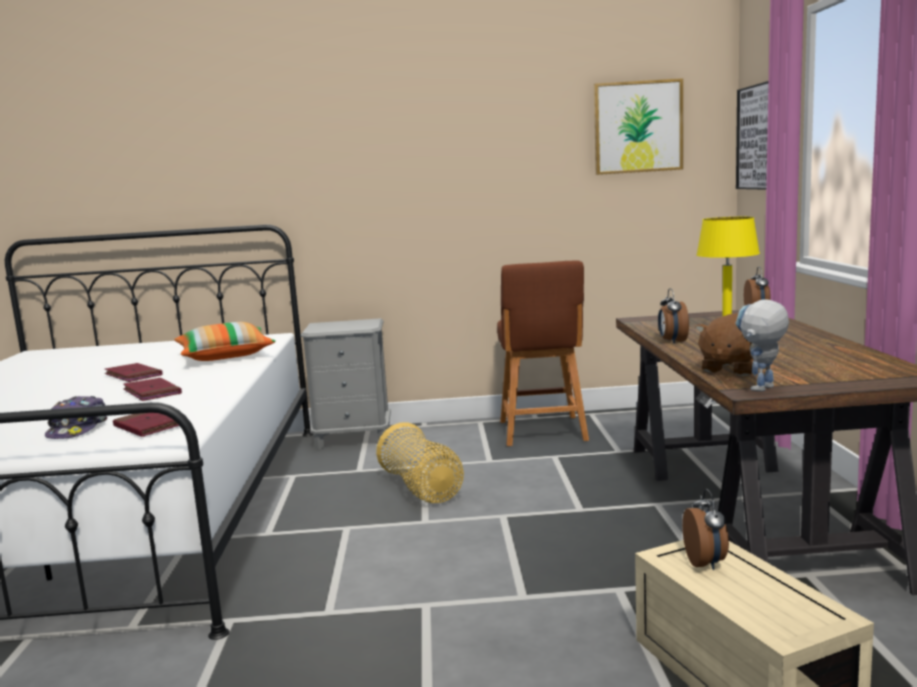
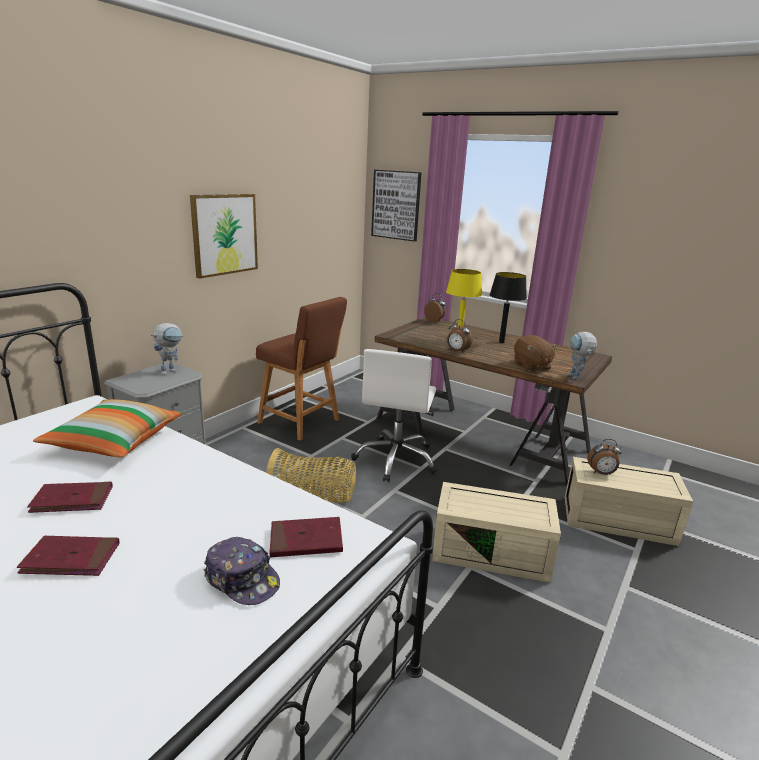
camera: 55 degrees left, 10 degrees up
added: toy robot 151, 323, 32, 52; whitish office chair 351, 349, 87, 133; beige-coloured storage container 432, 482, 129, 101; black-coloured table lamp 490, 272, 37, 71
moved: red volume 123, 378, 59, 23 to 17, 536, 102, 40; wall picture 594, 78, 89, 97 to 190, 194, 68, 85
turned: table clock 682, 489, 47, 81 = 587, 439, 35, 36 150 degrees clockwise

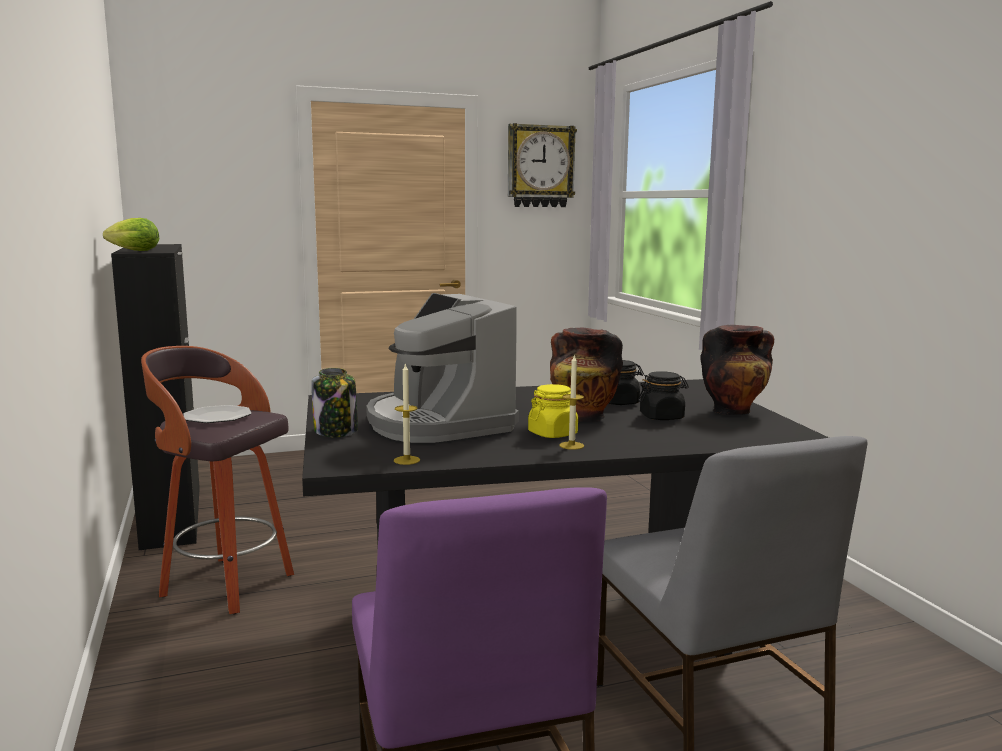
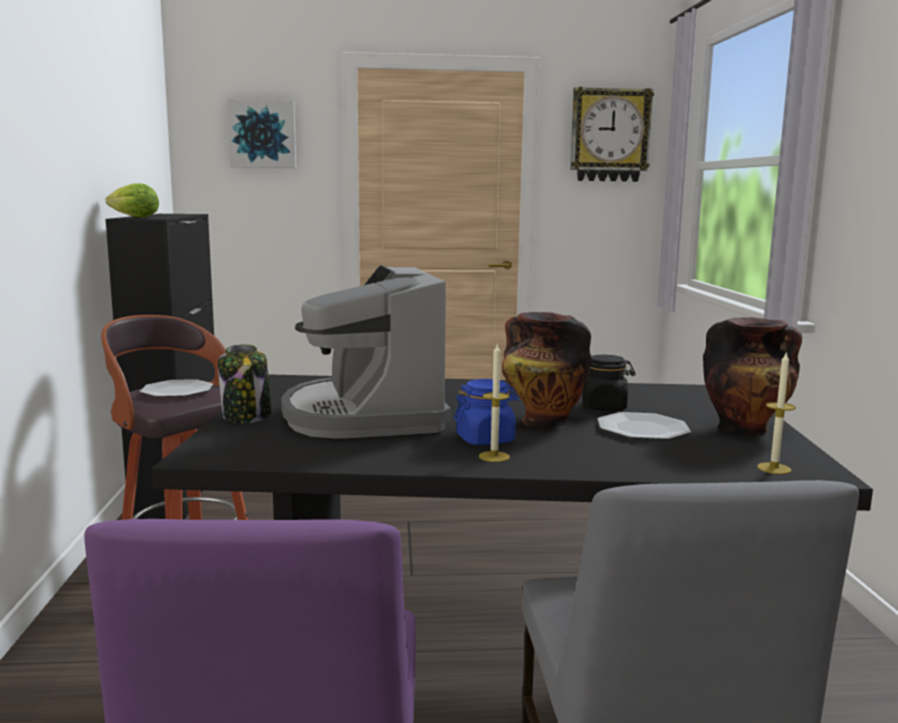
camera: 15 degrees right, 0 degrees up
added: wall picture 227, 99, 69, 69
moved: wax light 394, 363, 26, 102 to 757, 351, 39, 123
replaced: black-coloured storage jar 638, 371, 51, 49 to dinner plate 598, 412, 93, 28
recoloured: yellowish storage jar 528, 384, 50, 54 to blue storage jar 454, 379, 65, 66

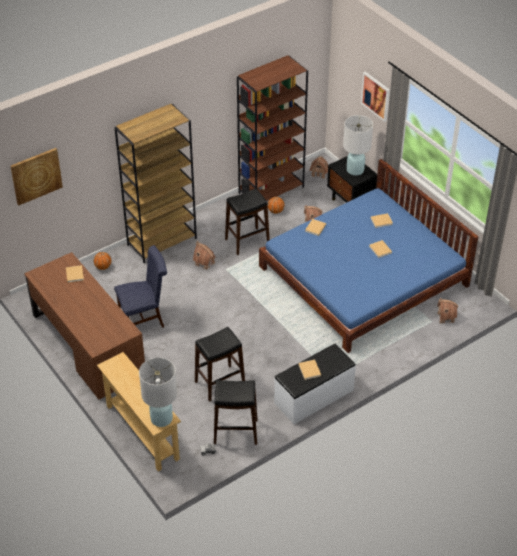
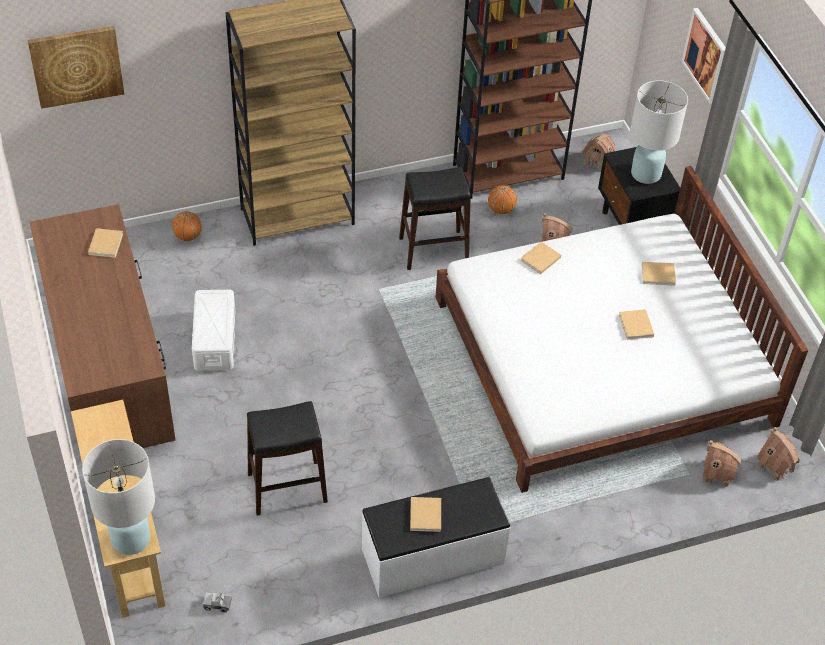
camera: 15 degrees right, 5 degrees up
removed: black-coloured sitting stool 214, 380, 44, 65
moved: toy house 193, 241, 23, 29 to 756, 427, 43, 54
replaced: blue plain chair 114, 245, 53, 82 to whitish storage container 192, 290, 43, 81
recoloured: blue bedroom bed 259, 159, 219, 194 to whitish bedroom bed 435, 166, 373, 327

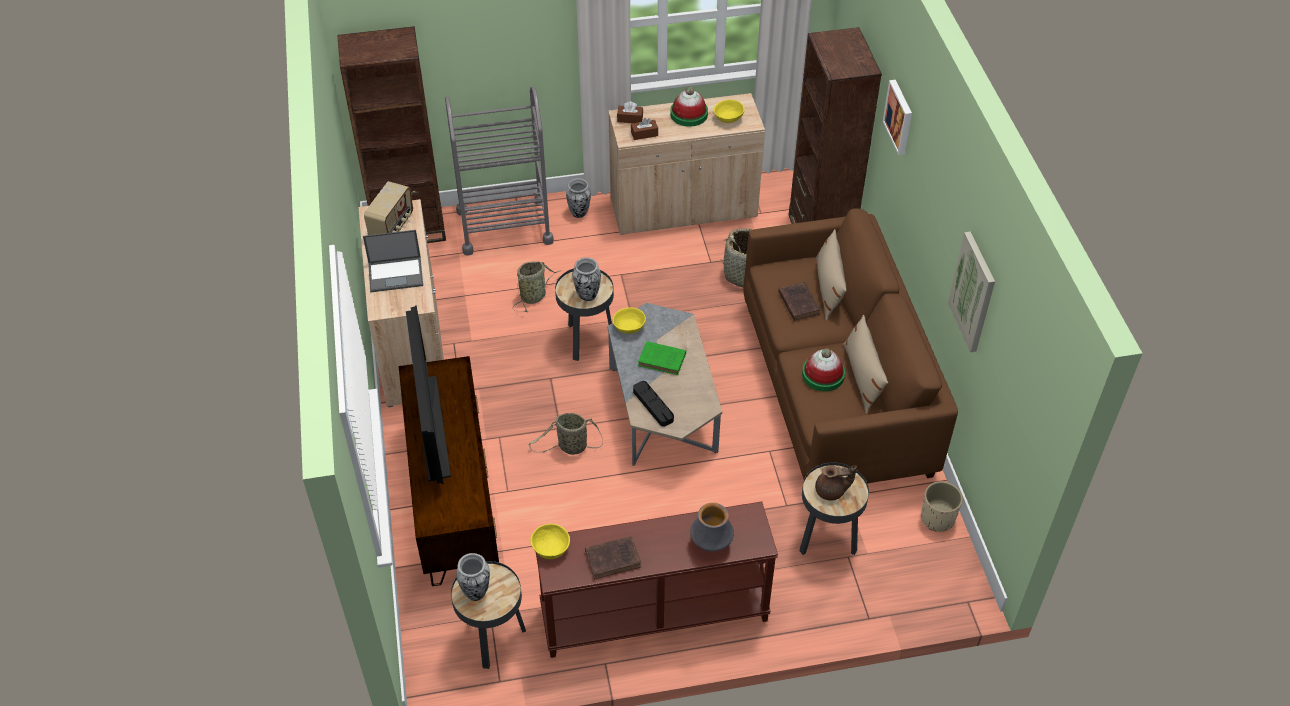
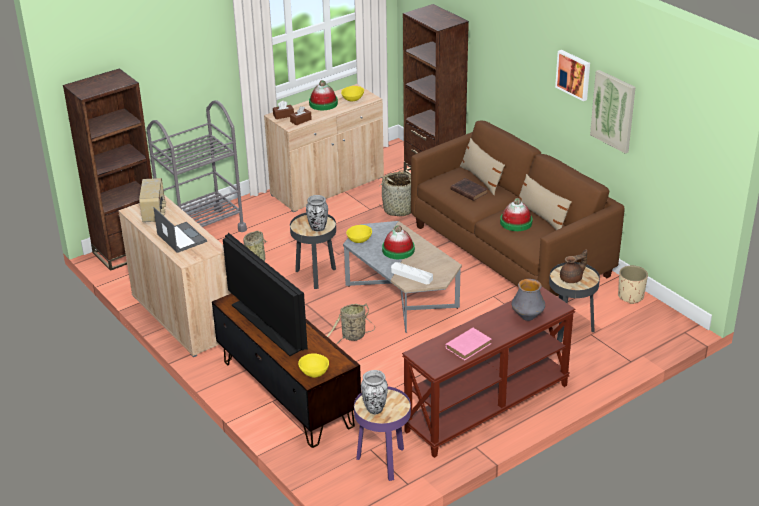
camera: 25 degrees left, 15 degrees down
removed: flower vase 566, 178, 25, 40
moved: yellowish bowl 530, 524, 40, 35 to 298, 353, 31, 25; wall picture 883, 80, 29, 75 to 555, 50, 35, 51
replaced: green volume 638, 341, 48, 34 to clothing hat 382, 225, 33, 34
recoloured: black-coloured end table 451, 561, 75, 108 to purple-coloured end table 354, 387, 57, 94; brown-coloured volume 585, 536, 56, 43 to pink-coloured volume 445, 328, 47, 32; black-coloured serving tray 633, 381, 41, 46 to whitish serving tray 391, 262, 42, 22
turned: portable computer 363, 230, 60, 63 = 153, 207, 54, 46 90 degrees counterclockwise

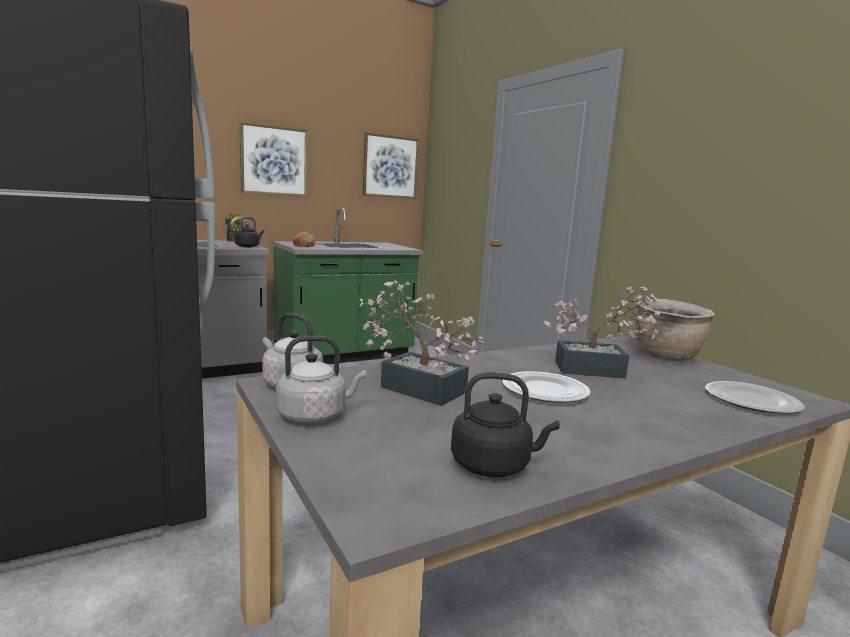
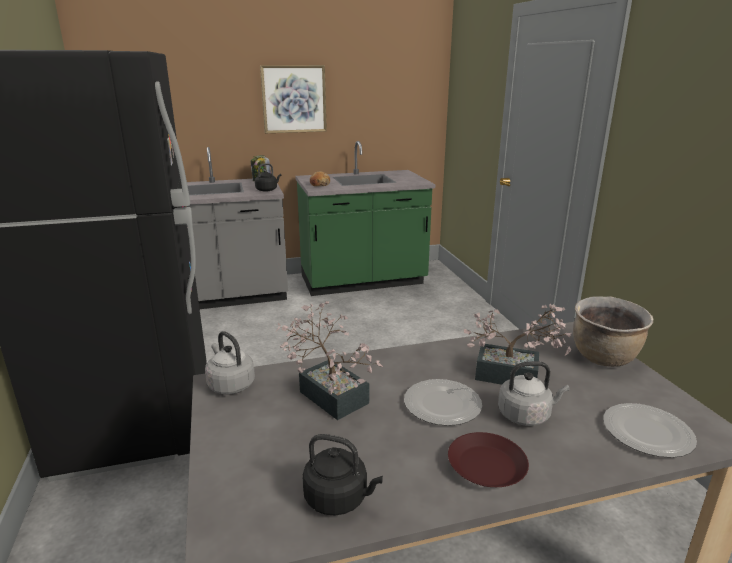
camera: 15 degrees right, 10 degrees up
removed: wall picture 363, 132, 56, 67
added: brown-coloured dinner plate 448, 432, 81, 55
moved: greyish water kettle 276, 336, 90, 88 to 498, 361, 72, 65

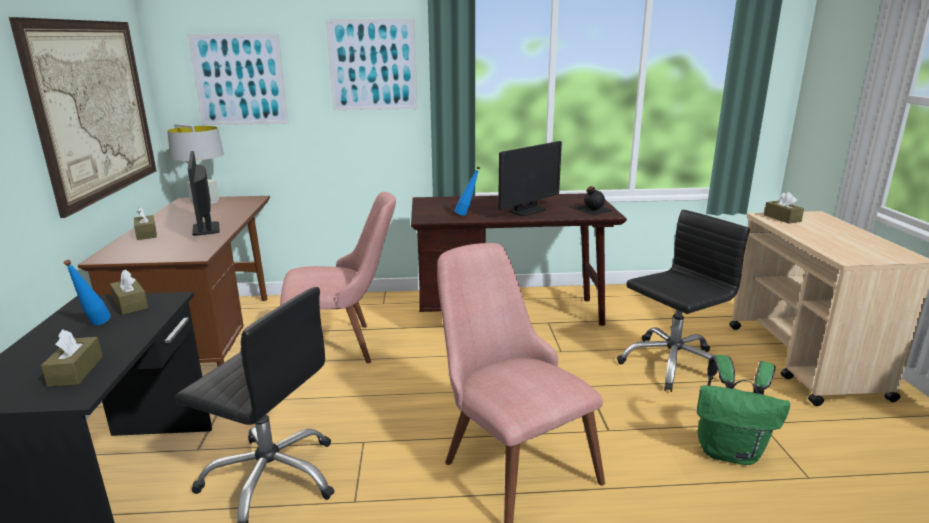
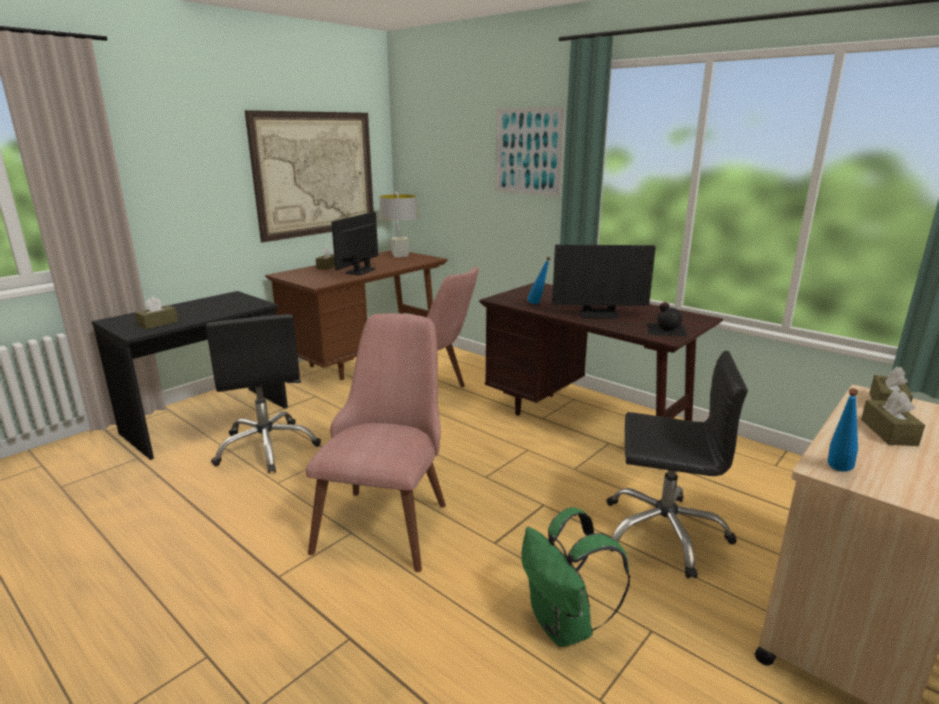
camera: 45 degrees right, 0 degrees up
removed: wall picture 188, 34, 101, 91
moved: blue drink bottle 64, 260, 47, 65 to 827, 388, 31, 84; brown-coloured tissue box 110, 270, 38, 45 to 861, 391, 64, 55

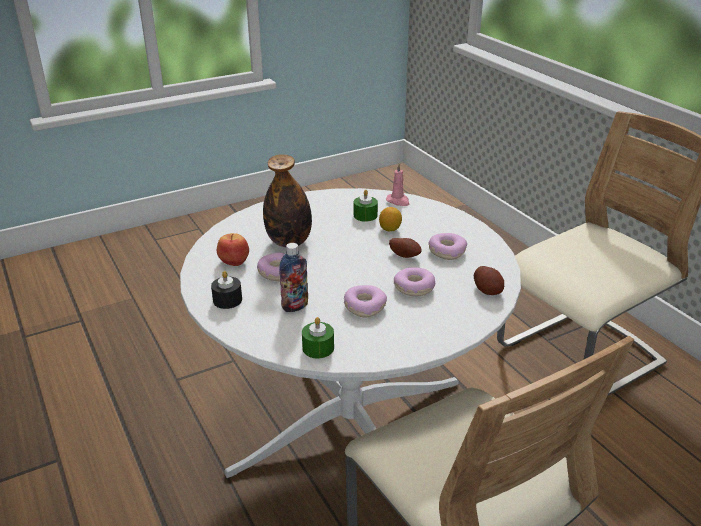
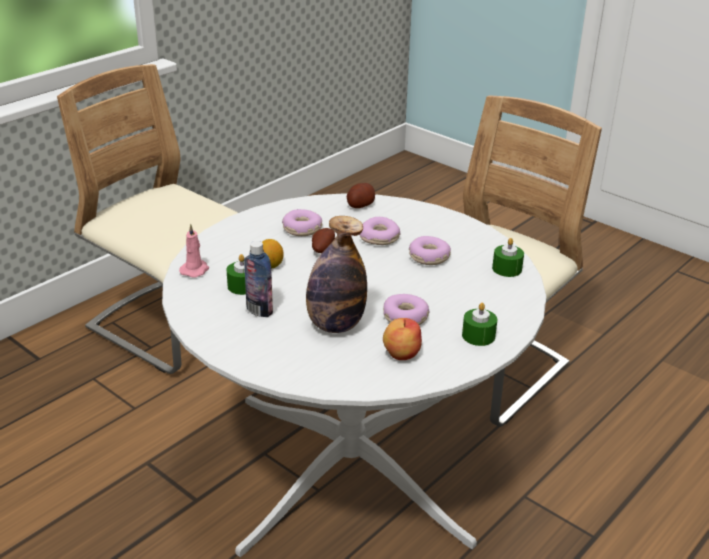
camera: 110 degrees left, 0 degrees up
moved: drink bottle 279, 243, 29, 69 to 244, 241, 29, 76
recoloured: black-coloured wax light 211, 271, 31, 38 to green wax light 462, 303, 35, 43

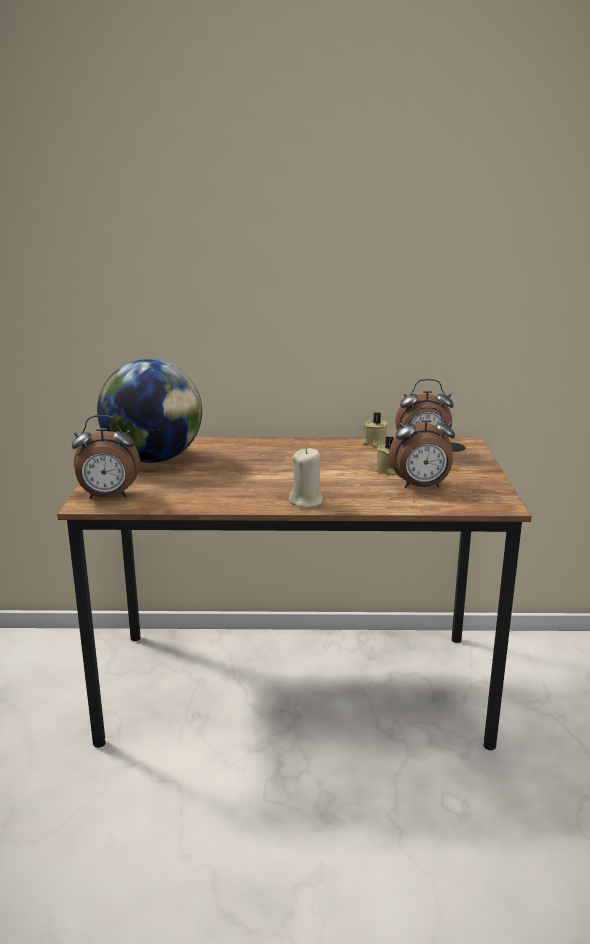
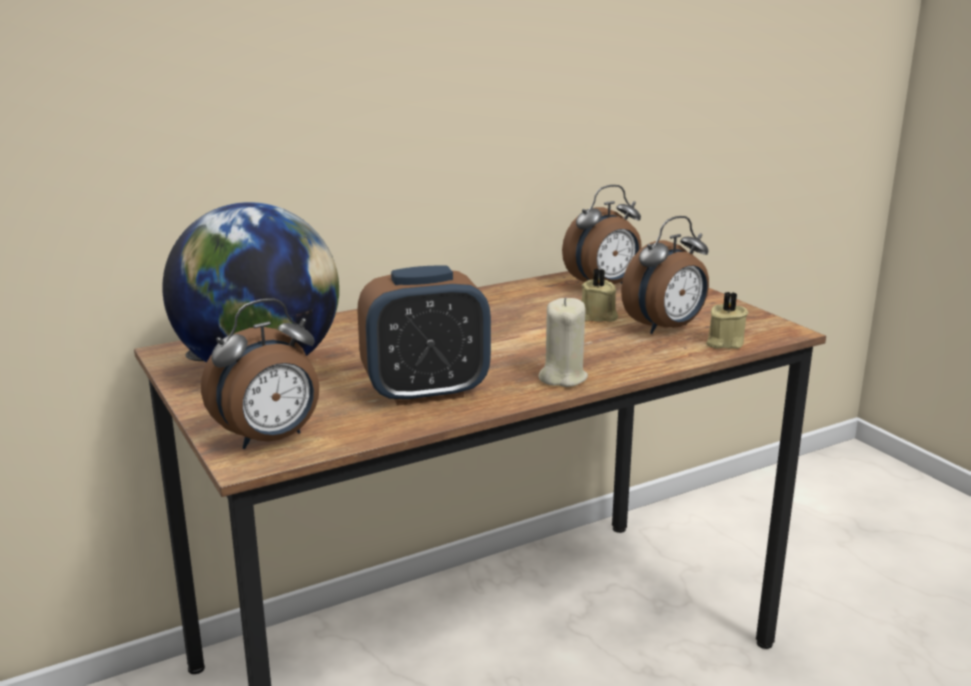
camera: 30 degrees left, 0 degrees up
added: table clock 357, 265, 134, 141
moved: beige-coloured wax light 362, 412, 26, 35 to 706, 292, 42, 57

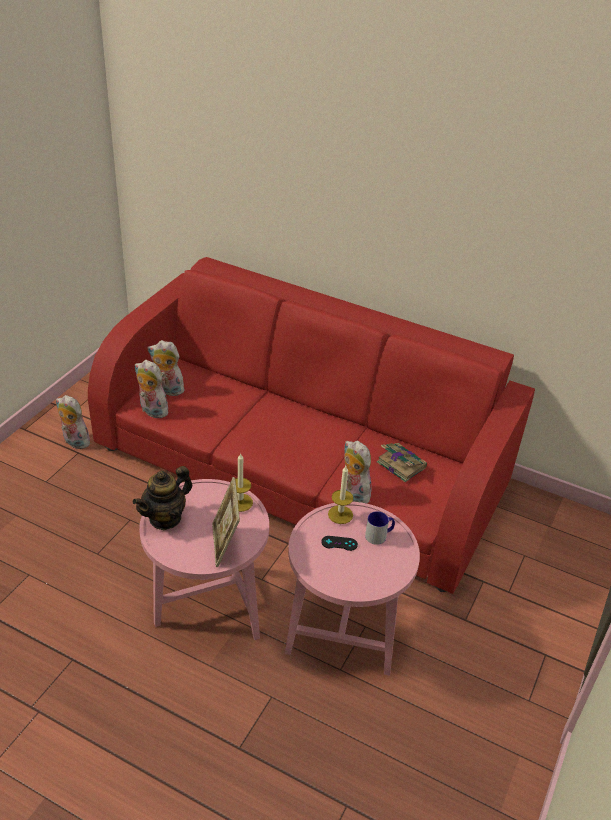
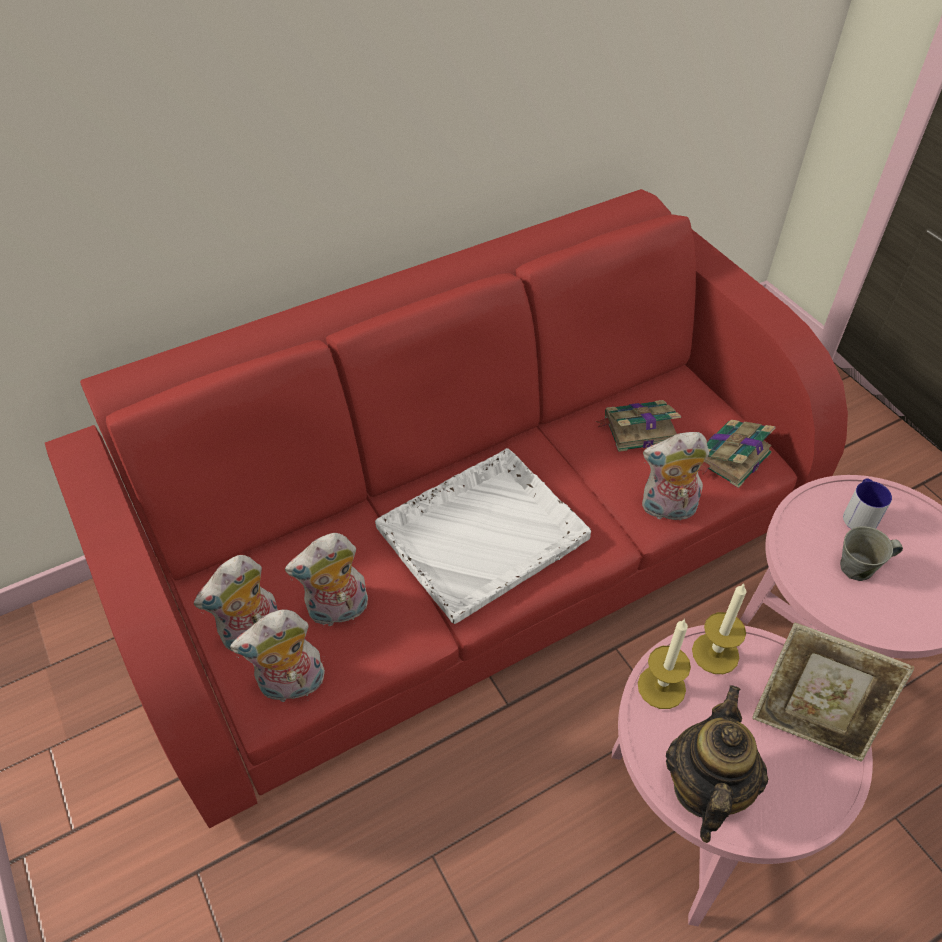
camera: 55 degrees left, 10 degrees up
added: whitish serving tray 375, 448, 216, 176; volume 698, 420, 78, 68
moved: cuddly toy 56, 395, 34, 54 to 285, 533, 83, 93; wax light 328, 466, 25, 58 to 638, 618, 53, 91
replaced: black-coloured game controller 321, 536, 37, 15 to greyish tea mug 840, 526, 63, 55
turned: teapot 132, 466, 60, 64 = 666, 685, 103, 158 150 degrees counterclockwise

